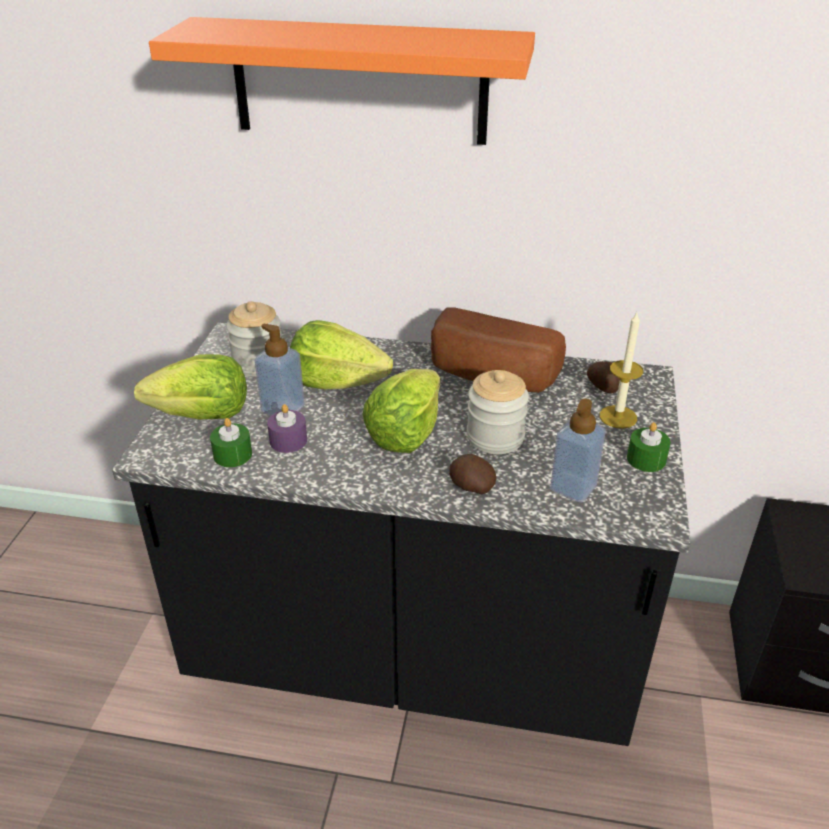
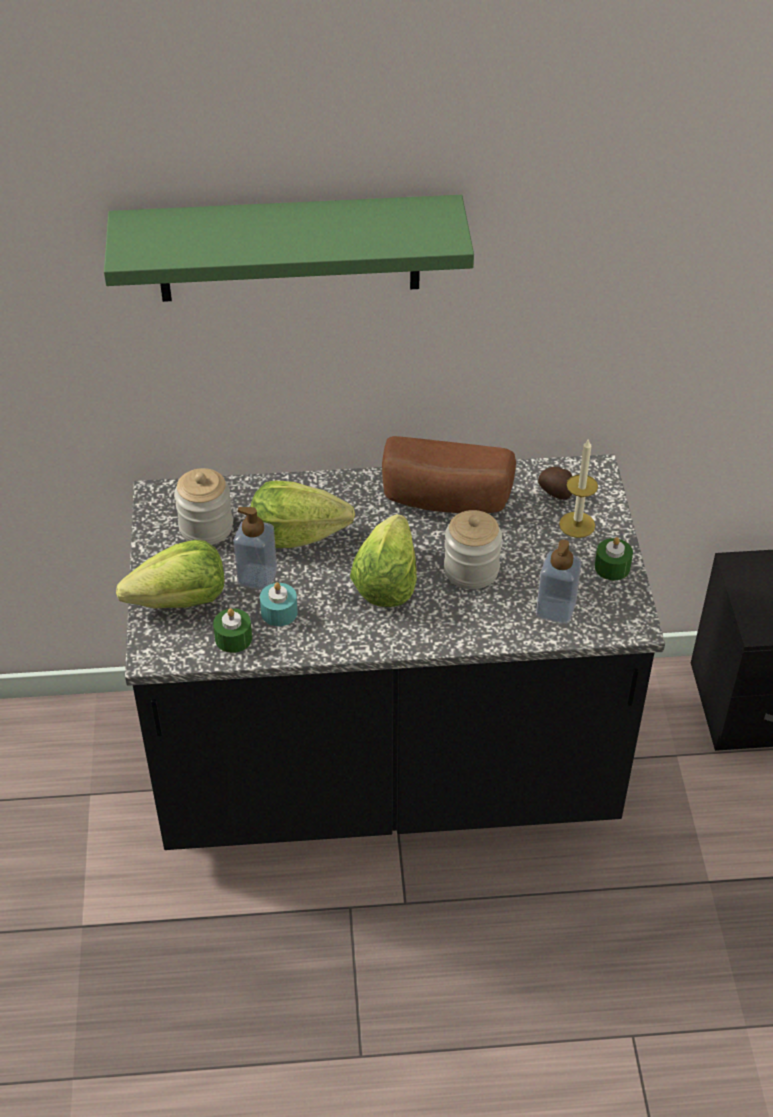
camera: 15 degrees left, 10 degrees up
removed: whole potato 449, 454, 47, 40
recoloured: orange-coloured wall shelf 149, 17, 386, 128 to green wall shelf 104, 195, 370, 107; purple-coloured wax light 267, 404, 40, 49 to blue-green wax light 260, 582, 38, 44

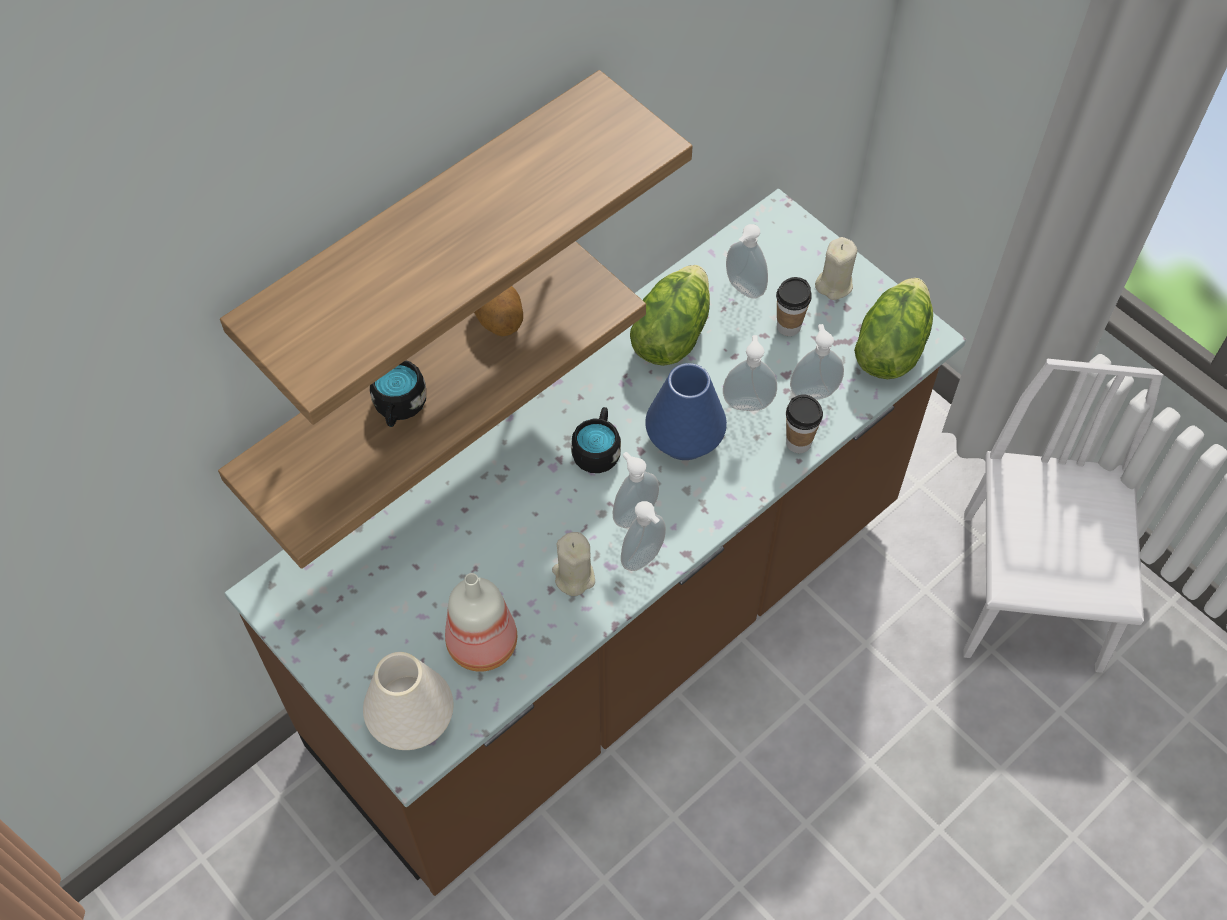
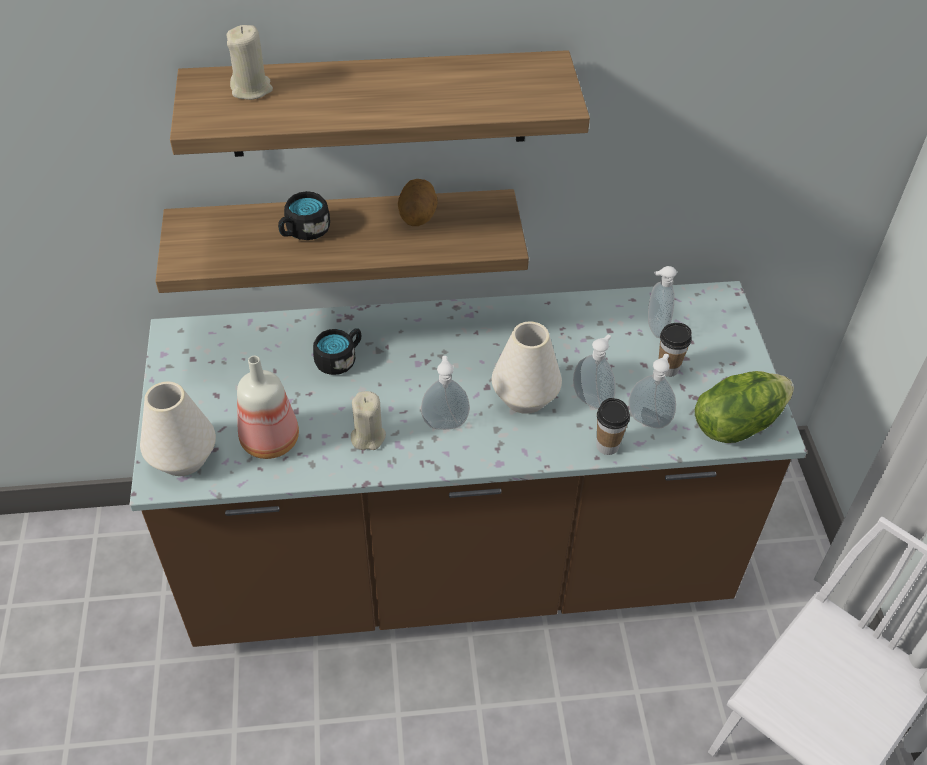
camera: 35 degrees right, 10 degrees down
removed: soap bottle 621, 501, 45, 70; lettuce 630, 265, 80, 101
moved: black-coloured tea mug 571, 407, 50, 66 to 313, 328, 48, 47; beige-coloured wax light 815, 237, 42, 63 to 227, 25, 46, 75
recoloured: blue flower vase 645, 363, 82, 97 to whitish flower vase 492, 322, 70, 92

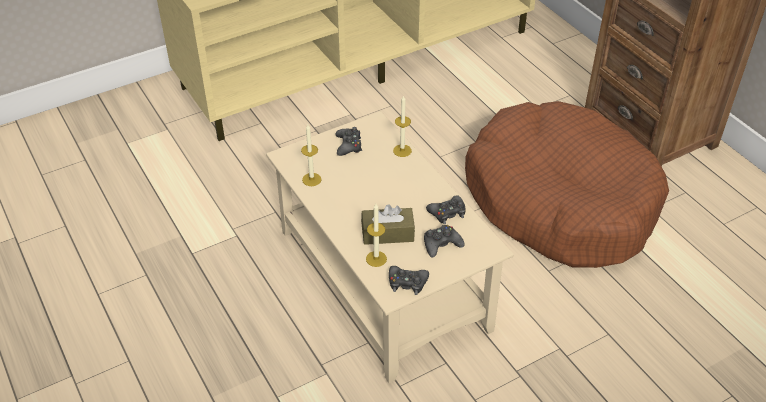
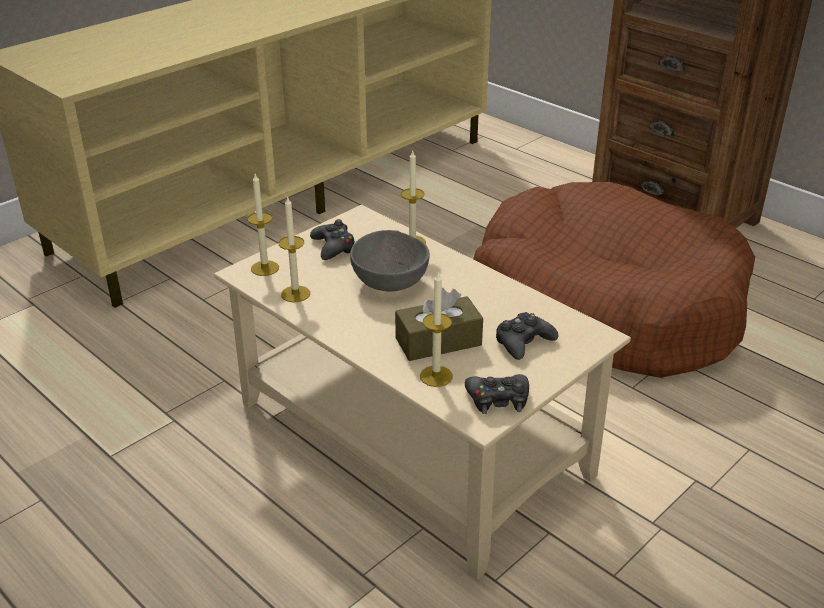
camera: 15 degrees left, 10 degrees down
removed: black-coloured game controller 426, 195, 39, 29
added: wax light 247, 174, 32, 102; greyish bowl 350, 230, 80, 61

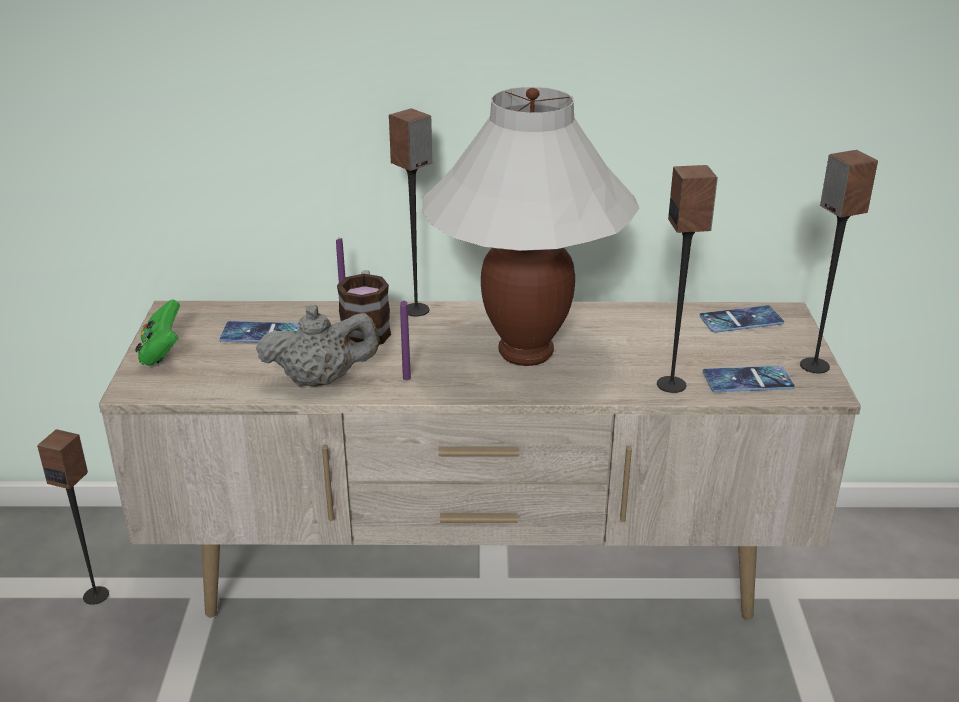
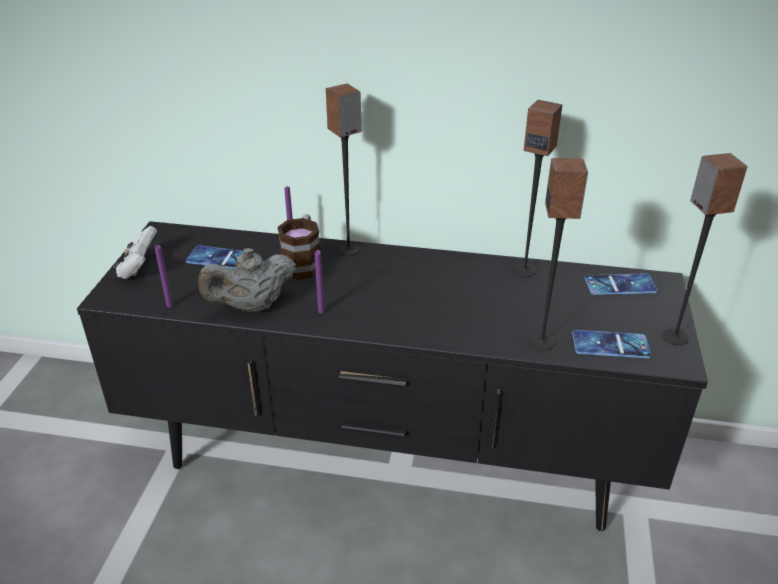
camera: 10 degrees right, 5 degrees up
removed: whitish table lamp 422, 87, 217, 279
added: purple-coloured wax light 155, 245, 18, 63
moved: loudspeaker 37, 429, 72, 176 to 513, 100, 50, 177
recoloured: beige-coloured tv stand 99, 301, 762, 318 to black-coloured tv stand 77, 221, 631, 310; green game controller 135, 299, 45, 67 to whitish game controller 114, 226, 43, 53
turned: greyish teapot 256, 305, 123, 82 = 198, 248, 98, 64 150 degrees clockwise

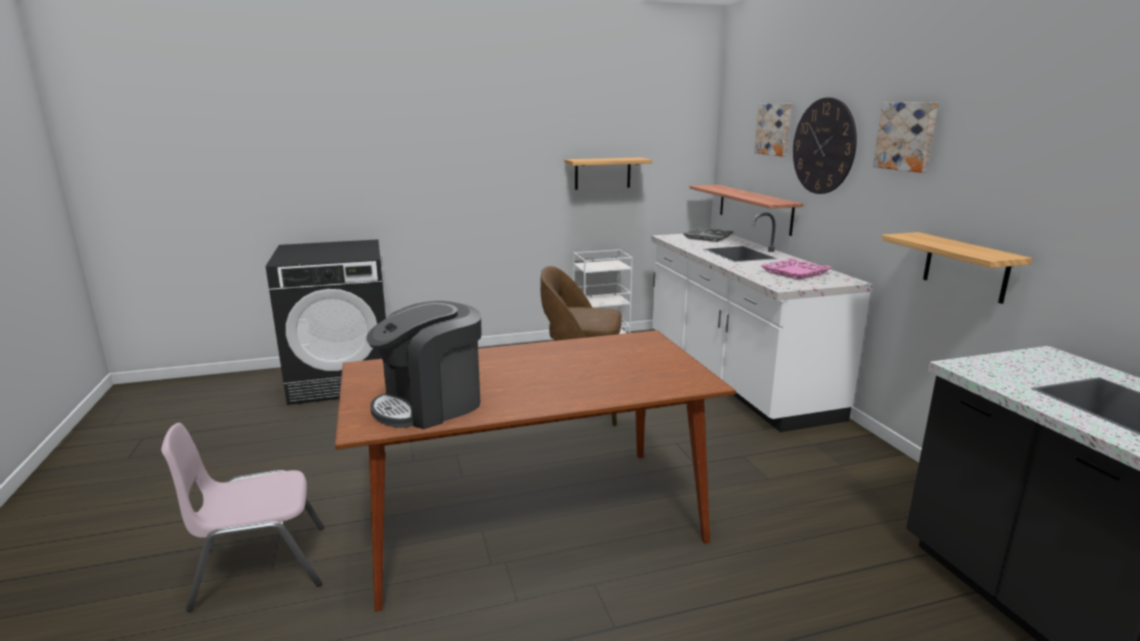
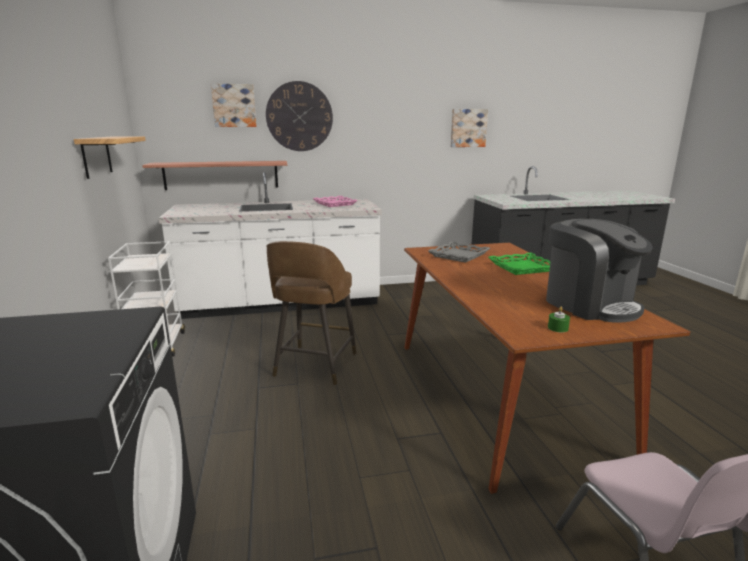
camera: 85 degrees left, 0 degrees up
removed: wall shelf 882, 232, 150, 72
added: green serving tray 488, 253, 62, 22; green wax light 548, 307, 22, 25
moved: greyish serving tray 682, 227, 52, 15 to 428, 241, 62, 22; wall picture 873, 102, 66, 71 to 451, 109, 37, 38

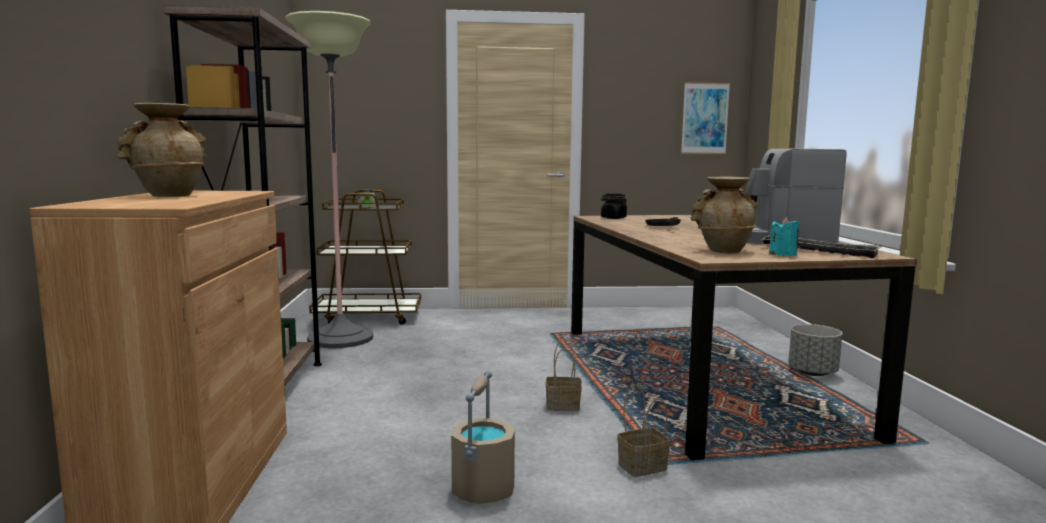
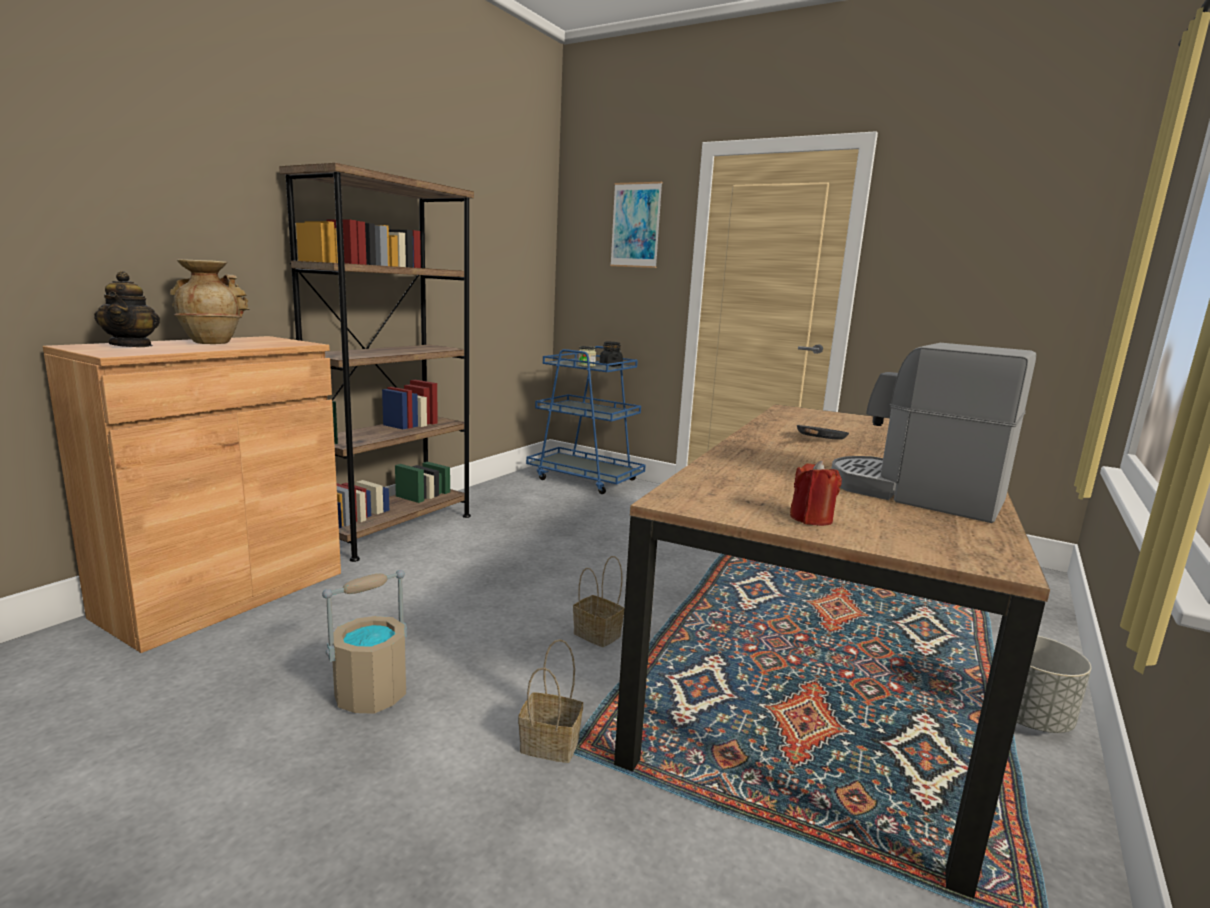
camera: 35 degrees right, 5 degrees up
removed: floor lamp 285, 11, 88, 337; beige-coloured flower vase 690, 177, 67, 77; serving tray 762, 236, 120, 22
added: teapot 94, 271, 66, 76
moved: black-coloured storage jar 601, 193, 26, 26 to 600, 342, 23, 24; wall picture 681, 82, 49, 72 to 610, 182, 52, 86
recoloured: brown-coloured wheeled cart 309, 190, 112, 135 to blue wheeled cart 526, 346, 120, 148; blue-green wax light 769, 217, 30, 39 to red wax light 790, 460, 52, 66

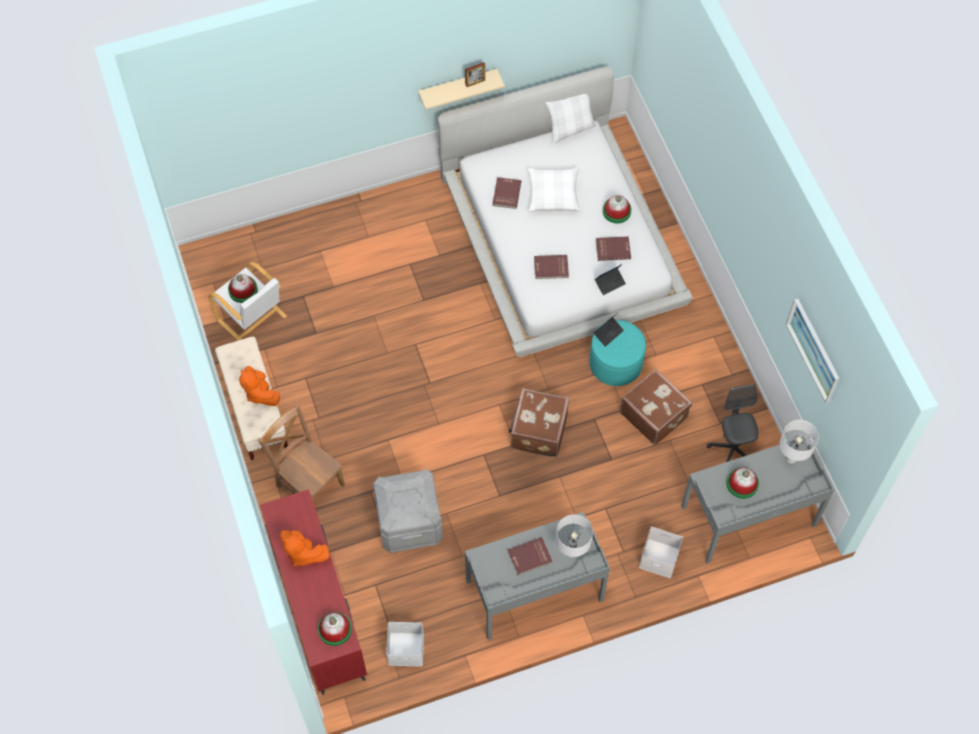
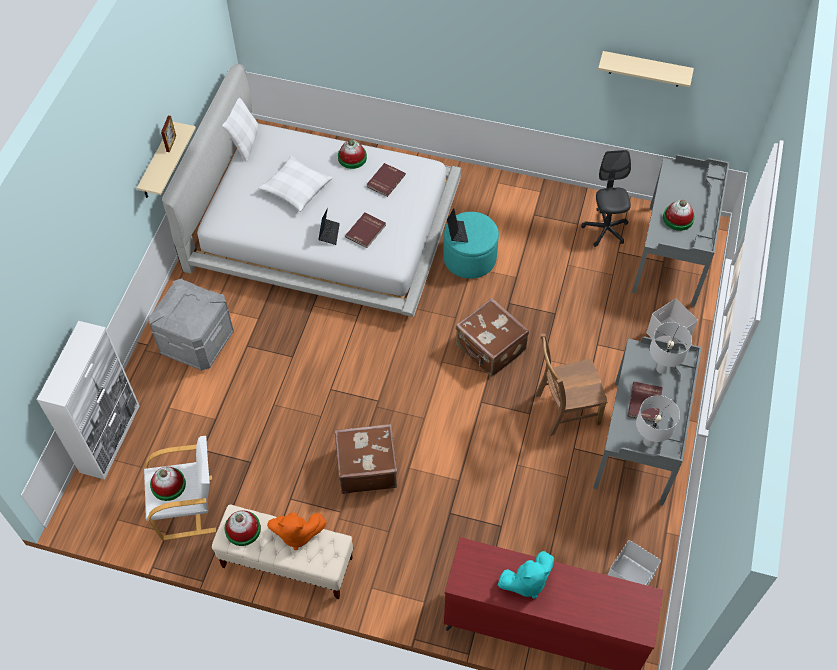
camera: 55 degrees left, 5 degrees down
removed: red volume 493, 177, 28, 32
added: whitish storage cabinet 37, 321, 102, 158
moved: brown-coloured plain chair 258, 403, 87, 94 to 535, 334, 73, 102; clothing hat 318, 612, 34, 34 to 225, 510, 36, 36; greyish storage container 373, 469, 70, 84 to 148, 278, 86, 93; portable computer 595, 264, 31, 31 to 318, 208, 22, 37; brown-coloured suitcase 620, 369, 72, 76 to 335, 424, 62, 70; whitish table lamp 780, 420, 39, 44 to 636, 395, 44, 52
replaced: wall picture 786, 299, 53, 104 to beige-coloured wall shelf 598, 51, 96, 36
recoloured: orange-coloured cuddly toy 280, 530, 50, 36 to blue-green cuddly toy 498, 551, 56, 48
turned: greyish office chair 707, 384, 52, 78 = 581, 150, 50, 97 60 degrees clockwise

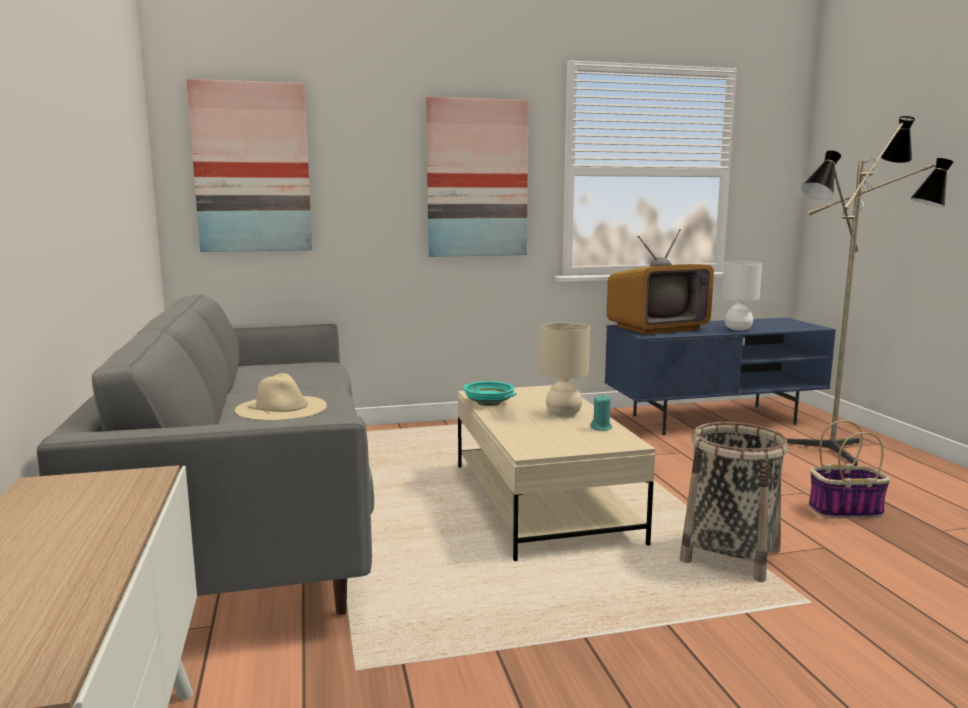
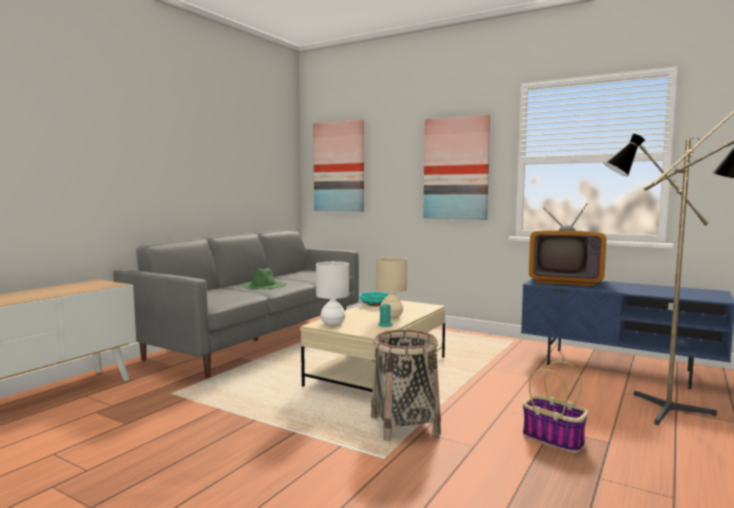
camera: 45 degrees right, 5 degrees down
moved: whitish table lamp 722, 261, 40, 70 to 316, 261, 33, 64
recoloured: beige-coloured clothing hat 235, 373, 92, 48 to green clothing hat 241, 268, 45, 21

